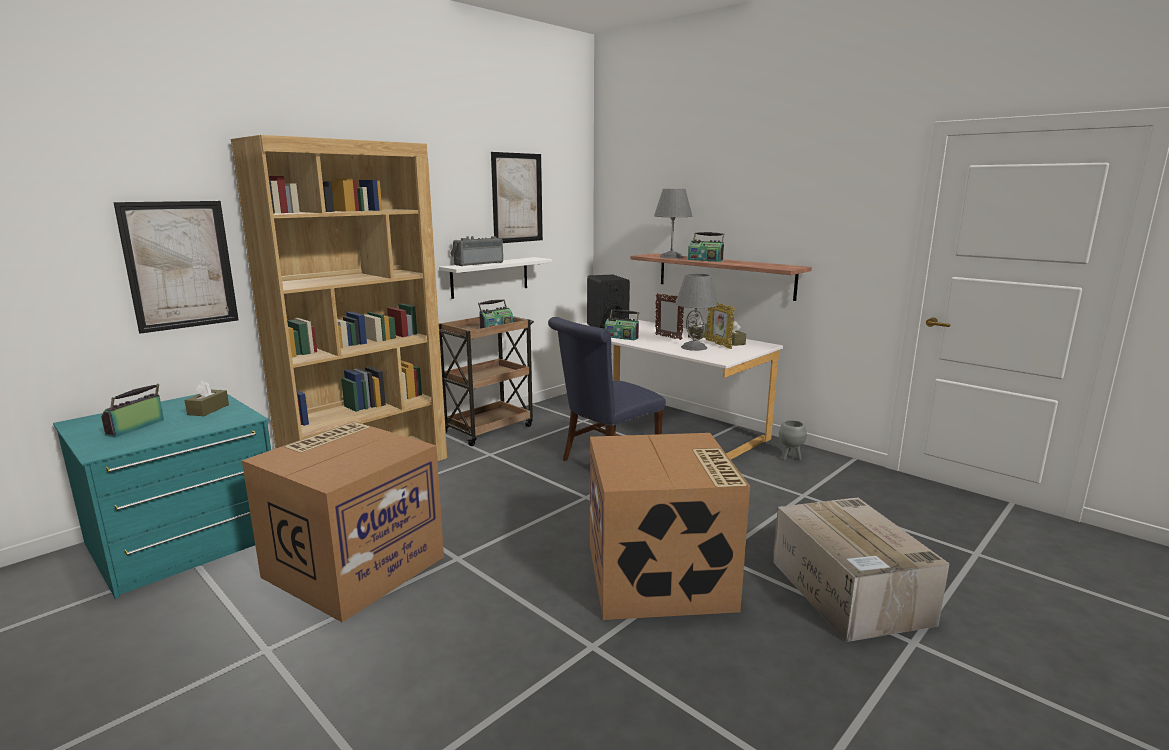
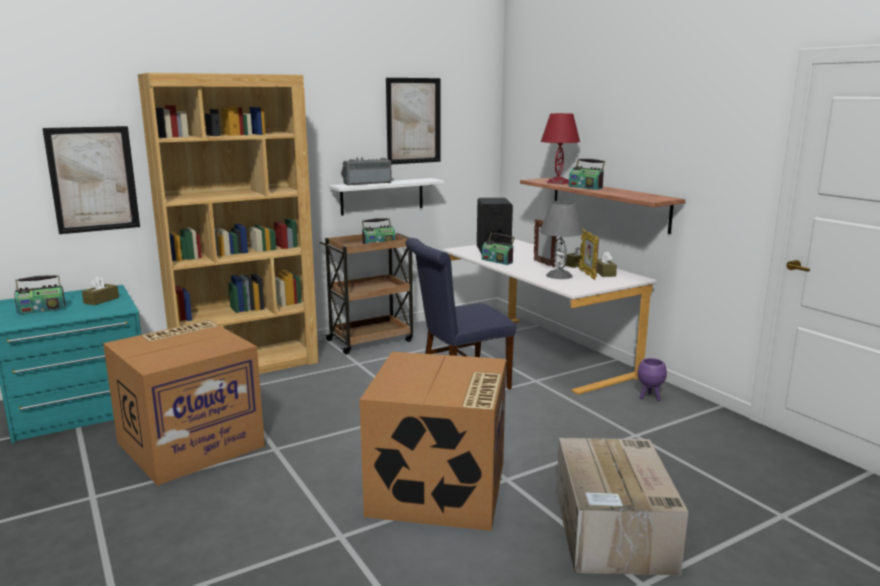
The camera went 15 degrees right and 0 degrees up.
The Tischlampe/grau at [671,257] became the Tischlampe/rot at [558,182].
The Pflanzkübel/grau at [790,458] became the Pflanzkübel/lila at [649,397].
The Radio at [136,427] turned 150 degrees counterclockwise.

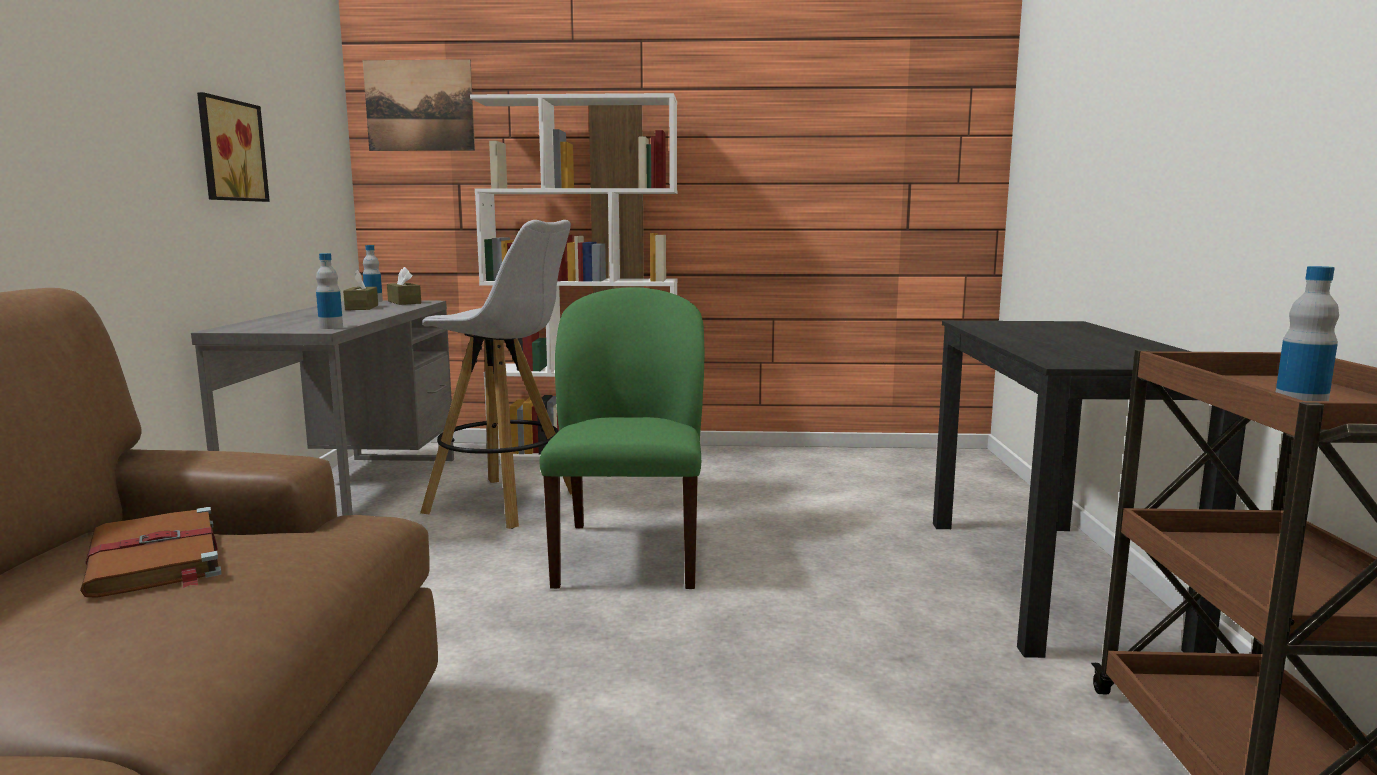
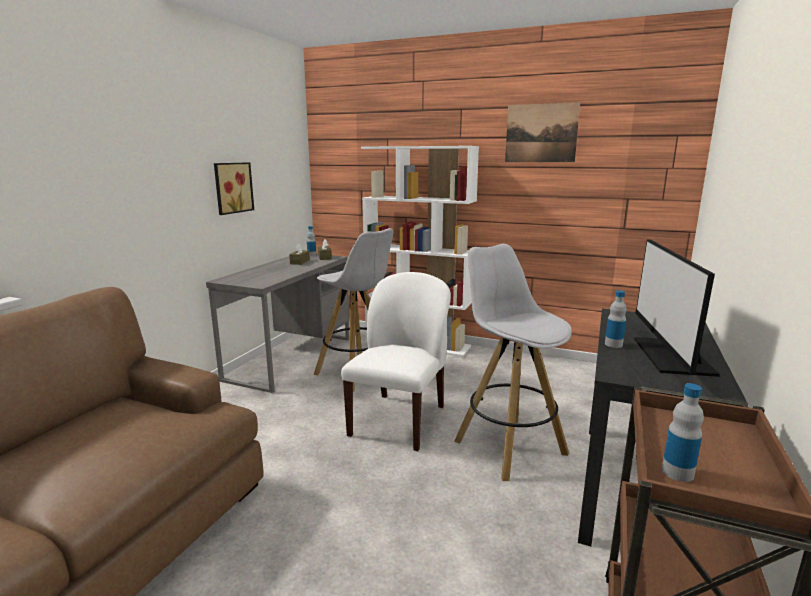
The camera went 20 degrees right and 5 degrees up.
The Buch/braun at [155,559] disappeared.
The Hocker/weiß at [508,446] appeared.
The Monitor at [670,356] appeared.
The Flasche moved from [331,327] to [613,344].
The Bild moved from [419,105] to [541,133].
The Stuhl/grün at [629,553] became the Stuhl/weiß at [399,419].

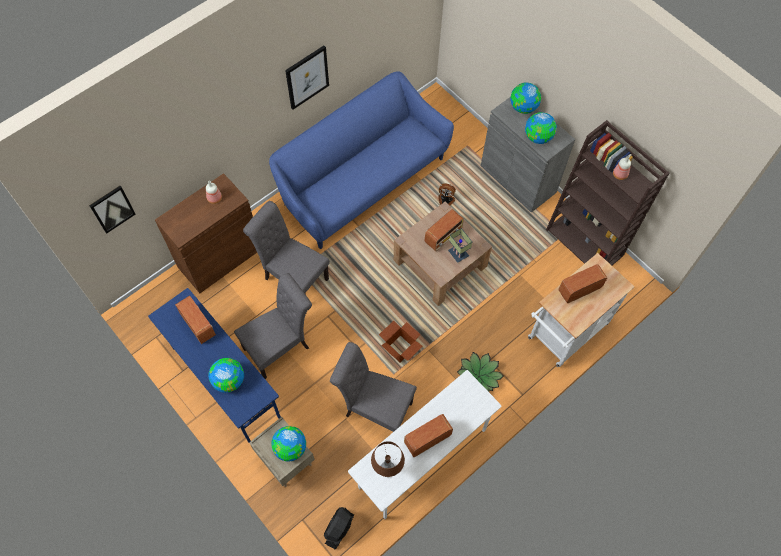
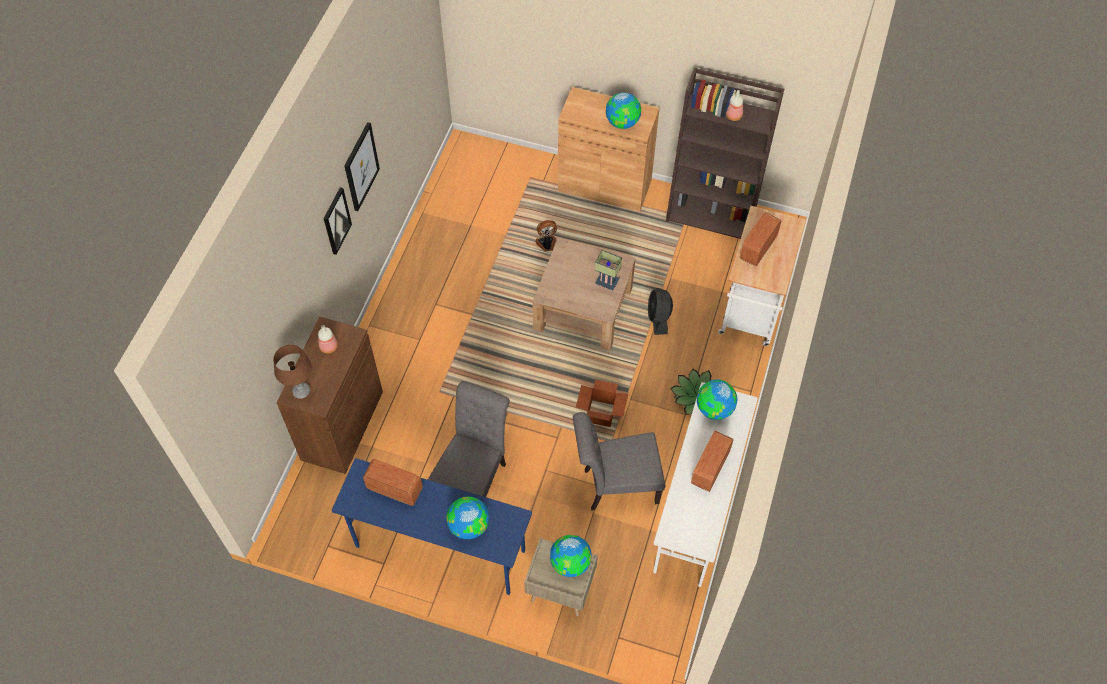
The camera went 30 degrees left and 5 degrees down.
The Stuhl/grau at [293,277] disappeared.
The Sofa/blau at [361,181] disappeared.
The Radio at [443,236] disappeared.
The Bild moved from [112,208] to [336,221].
The Ventilator/schwarz moved from [339,529] to [658,318].
The Tischlampe/braun moved from [387,469] to [301,391].
The Globus moved from [523,107] to [714,409].
The Schrank/grau at [518,179] became the Schrank/braun at [604,185].

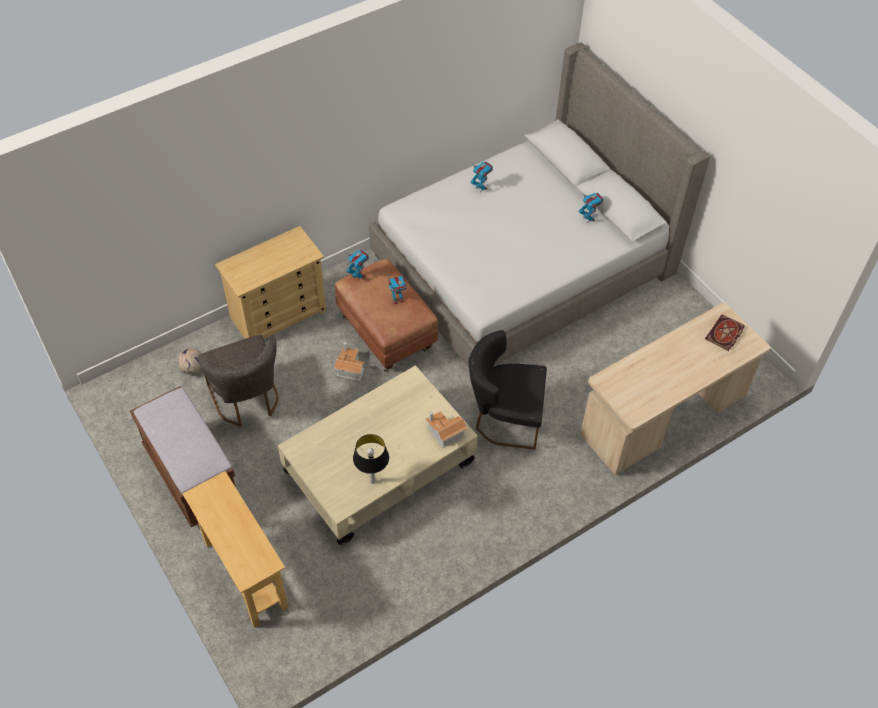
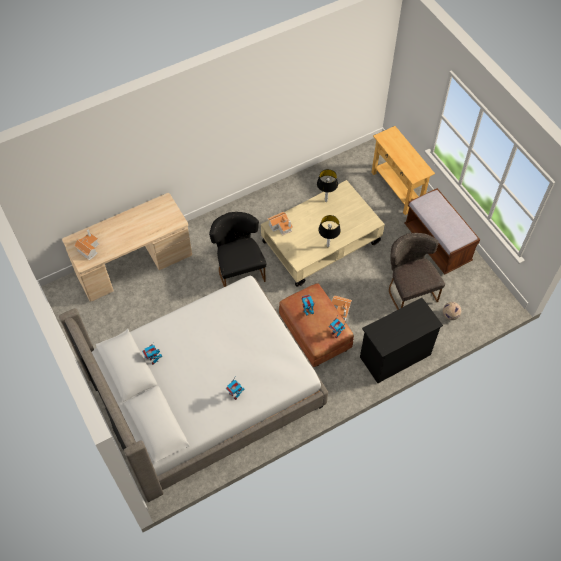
The camera went 175 degrees left and 5 degrees up.
The Tischlampe at [327,246] appeared.
The Buch at [725,334] was replaced by the Spielzeughaus at [88,248].
The Kommode/beige at [279,314] became the Kommode/schwarz at [394,356].
The Stuhl/schwarz at [504,419] turned 120 degrees counterclockwise.

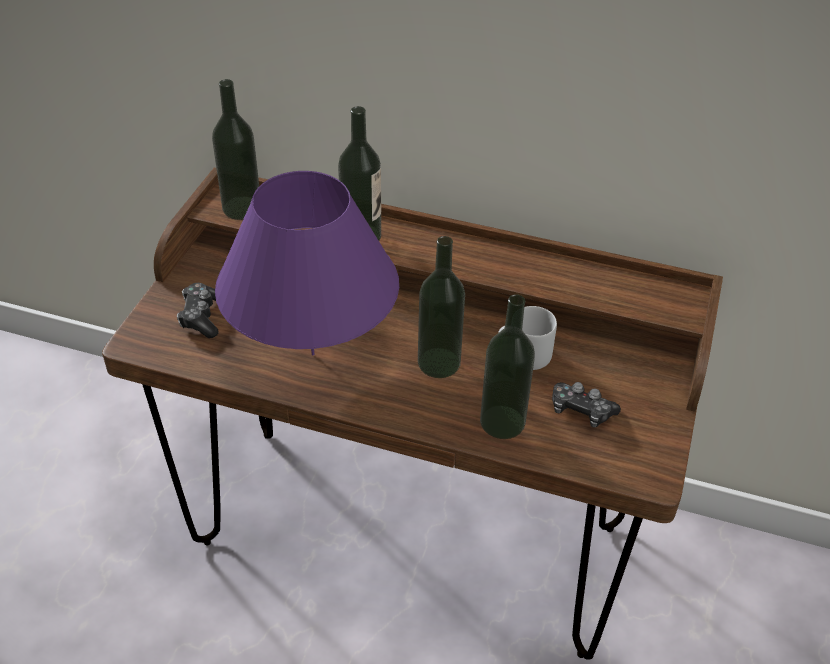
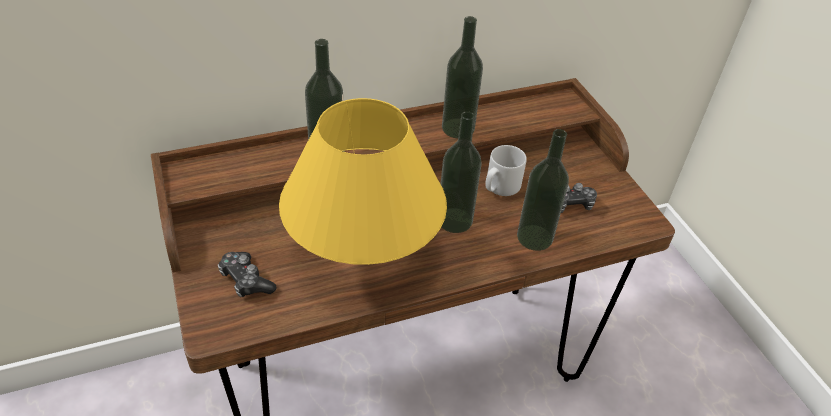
The camera went 40 degrees left and 0 degrees up.
The Flasche moved from [242,208] to [458,128].
The Tischlampe/lila at [313,354] became the Tischlampe/gelb at [363,261].

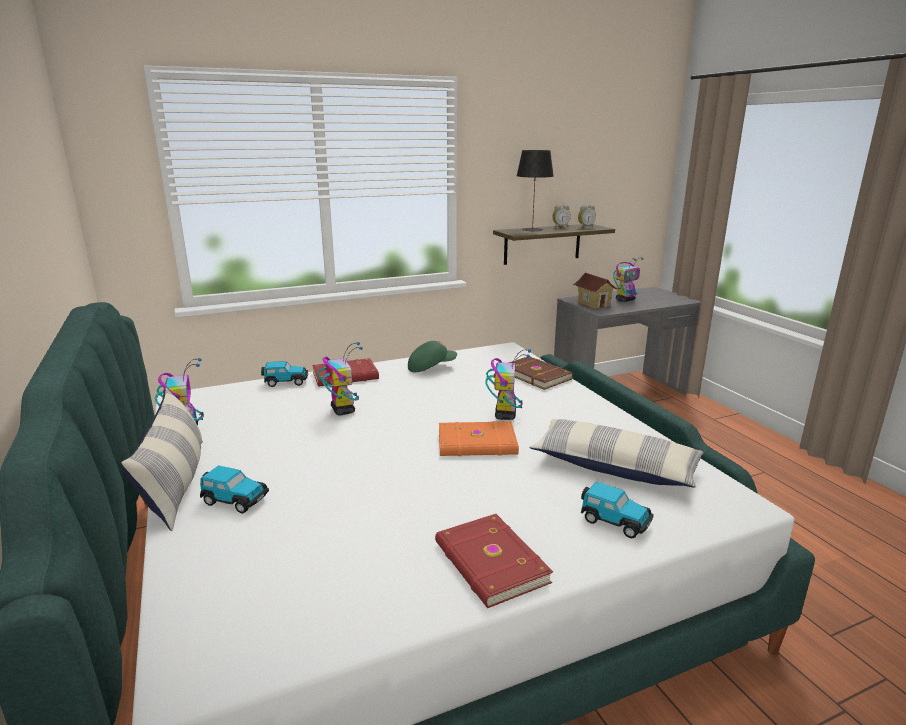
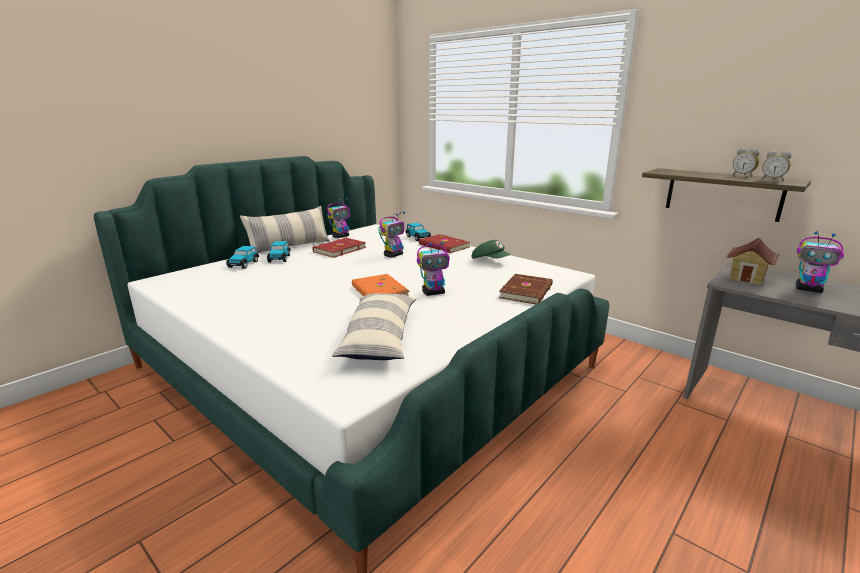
The camera went 65 degrees right and 0 degrees up.
The Tischlampe/schwarz at [532,229] disappeared.
The Buch/rot moved from [489,564] to [339,249].
The Spielzeugauto moved from [614,521] to [244,264].

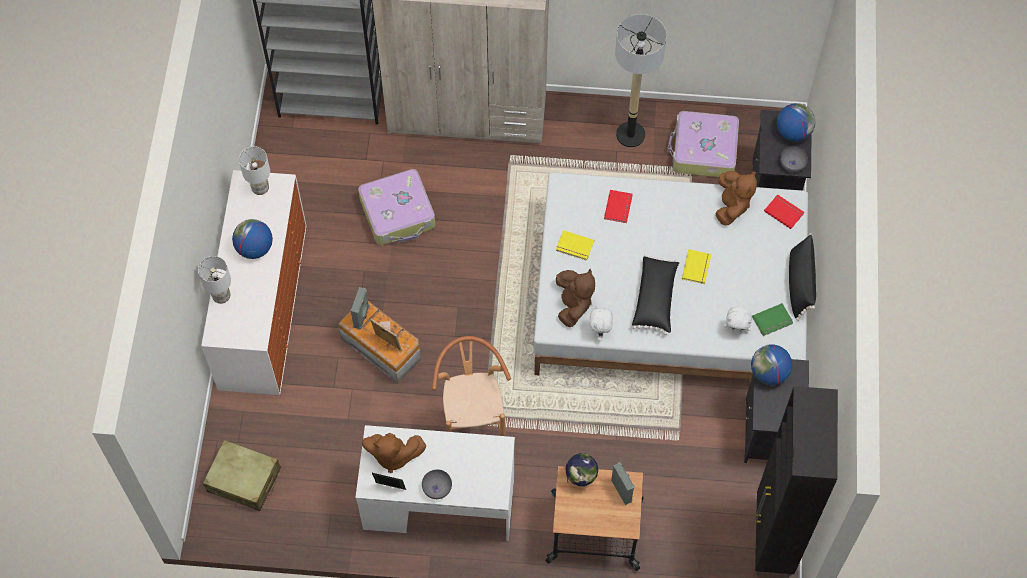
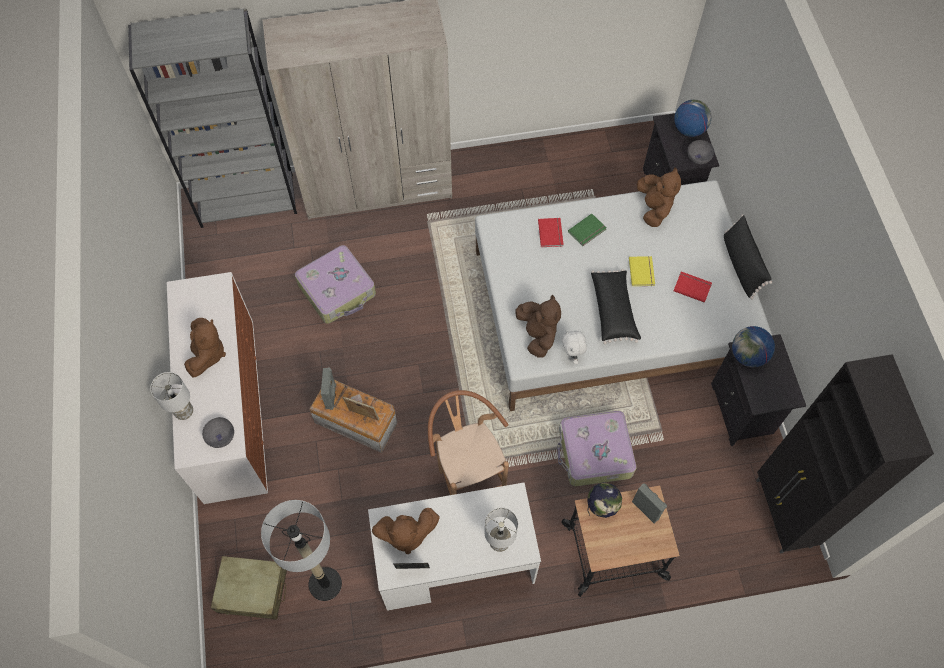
The camera went 15 degrees left and 0 degrees up.
The Buch/gelb at [574,247] disappeared.
The Plüschtier/weiß at [736,330] disappeared.
The Tischlampe/weiß moved from [261,188] to [500,542].
The Schüssel/grau moved from [437,488] to [221,437].
The Stehlampe moved from [630,134] to [325,584].
The Koffer moved from [703,151] to [594,453].
The Buch/grün moved from [773,321] to [587,231].
The Buch/rot moved from [784,211] to [692,286].
The Globus at [254,248] was replaced by the Plüschtier/braun at [207,354].

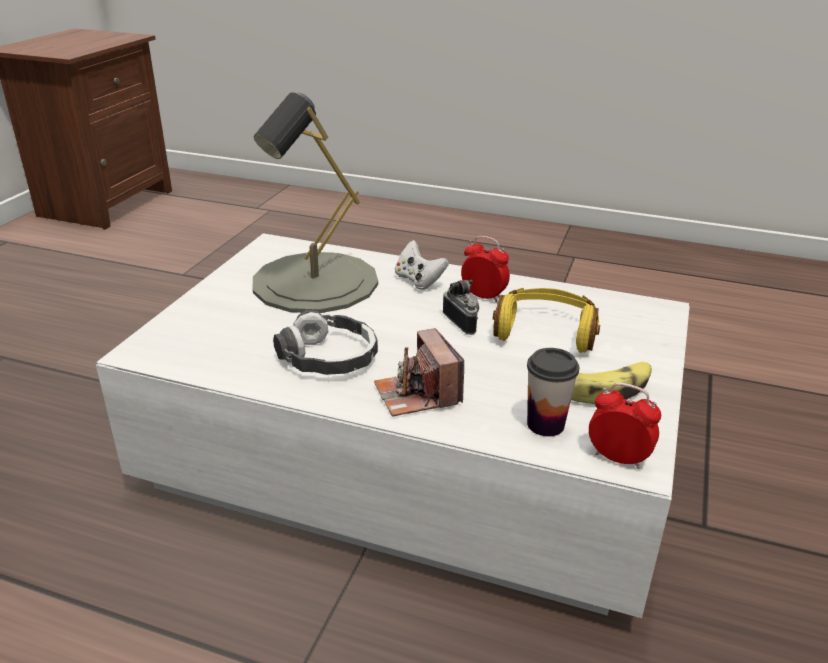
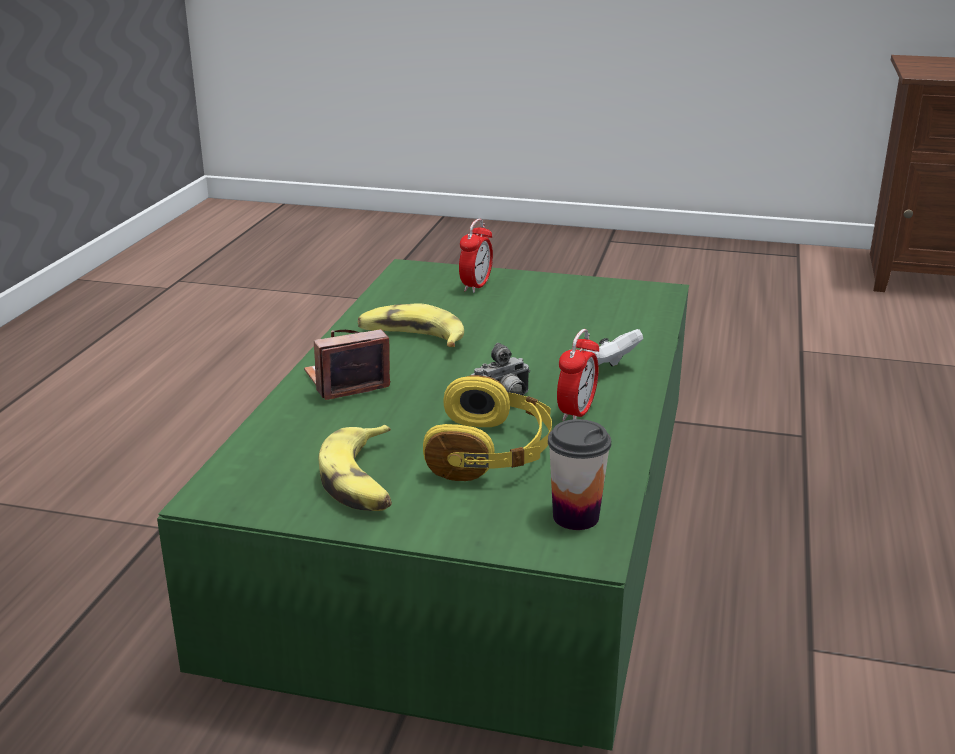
The camera went 85 degrees right and 5 degrees down.
The Tischlampe/grau at [315,282] disappeared.
The Tasse moved from [545,424] to [575,517].
The Wecker moved from [618,458] to [476,286].
The Kopfhörer at [328,357] was replaced by the Banane at [411,338].
The Couchtisch/weiß at [410,456] became the Couchtisch/grün at [477,536].

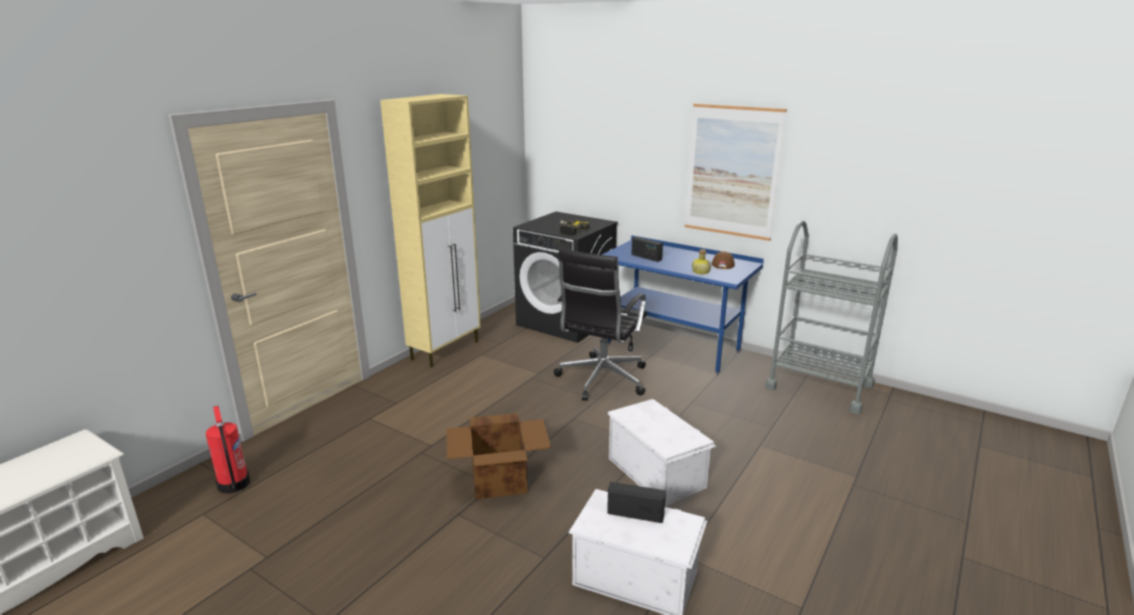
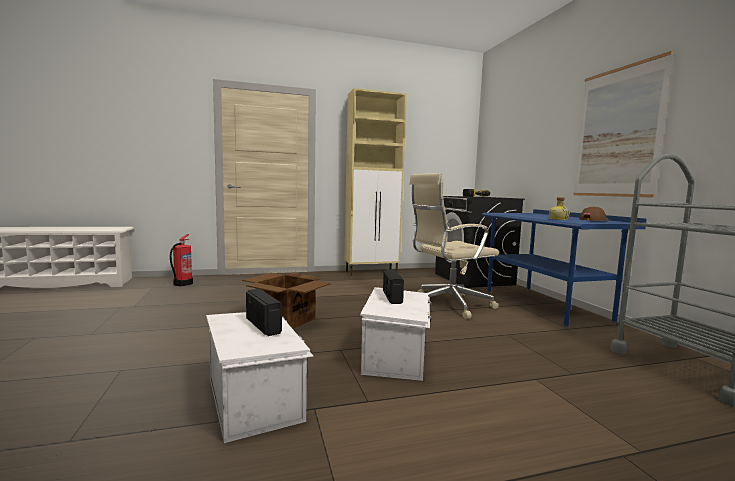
The camera went 40 degrees right and 15 degrees down.
The Radio moved from [646,257] to [392,297].
The Bürostuhl/schwarz at [601,380] became the Bürostuhl/beige at [448,305].

